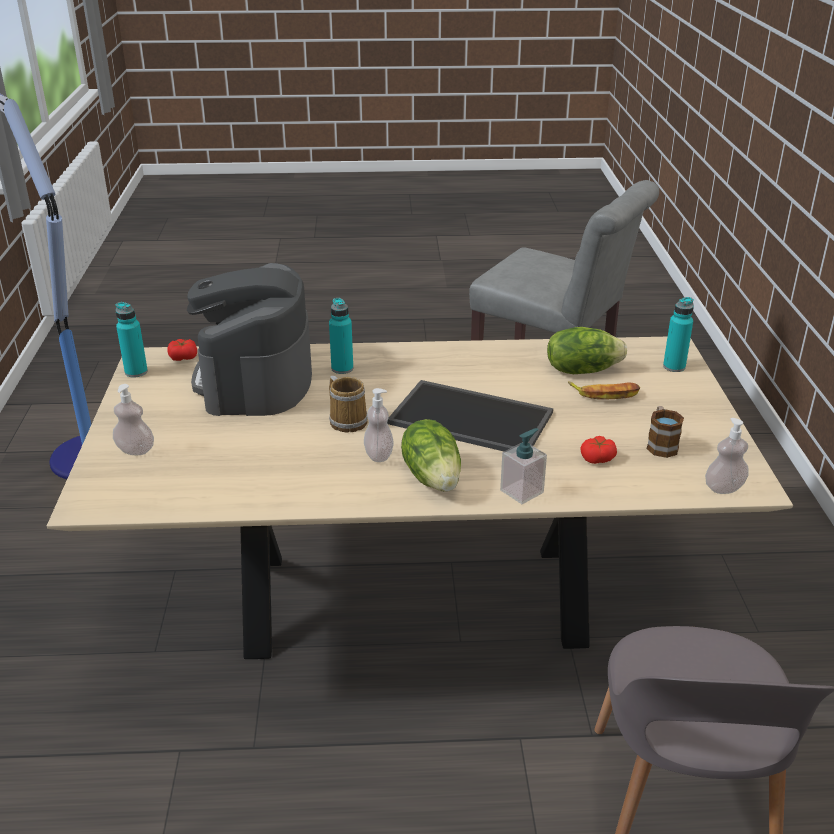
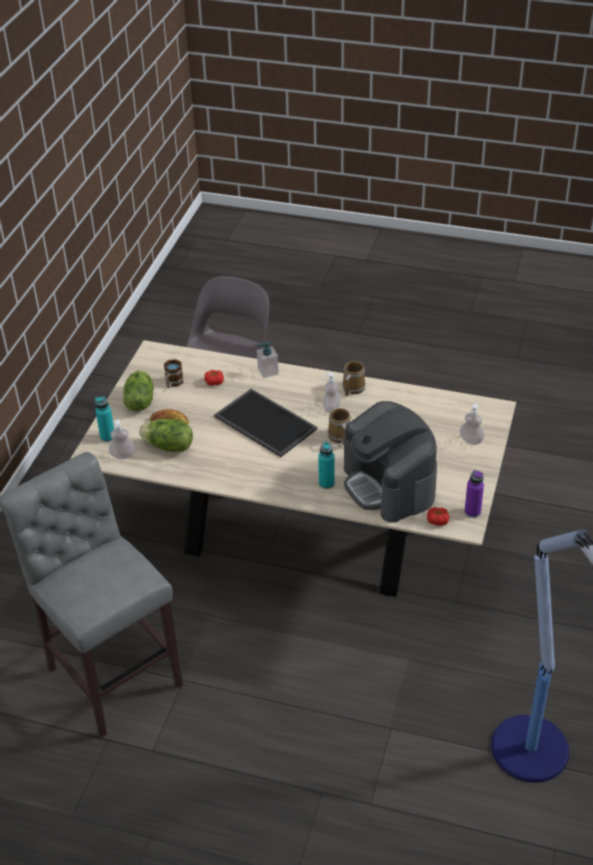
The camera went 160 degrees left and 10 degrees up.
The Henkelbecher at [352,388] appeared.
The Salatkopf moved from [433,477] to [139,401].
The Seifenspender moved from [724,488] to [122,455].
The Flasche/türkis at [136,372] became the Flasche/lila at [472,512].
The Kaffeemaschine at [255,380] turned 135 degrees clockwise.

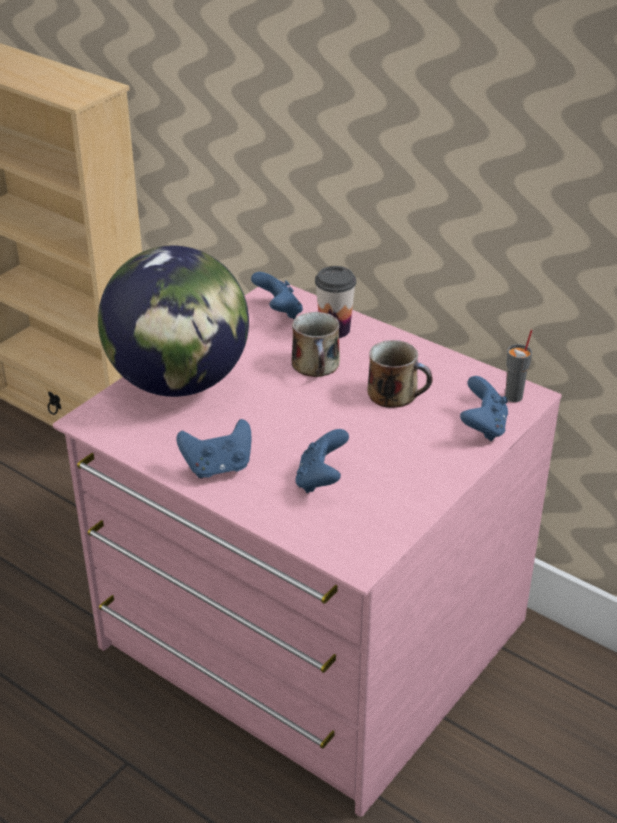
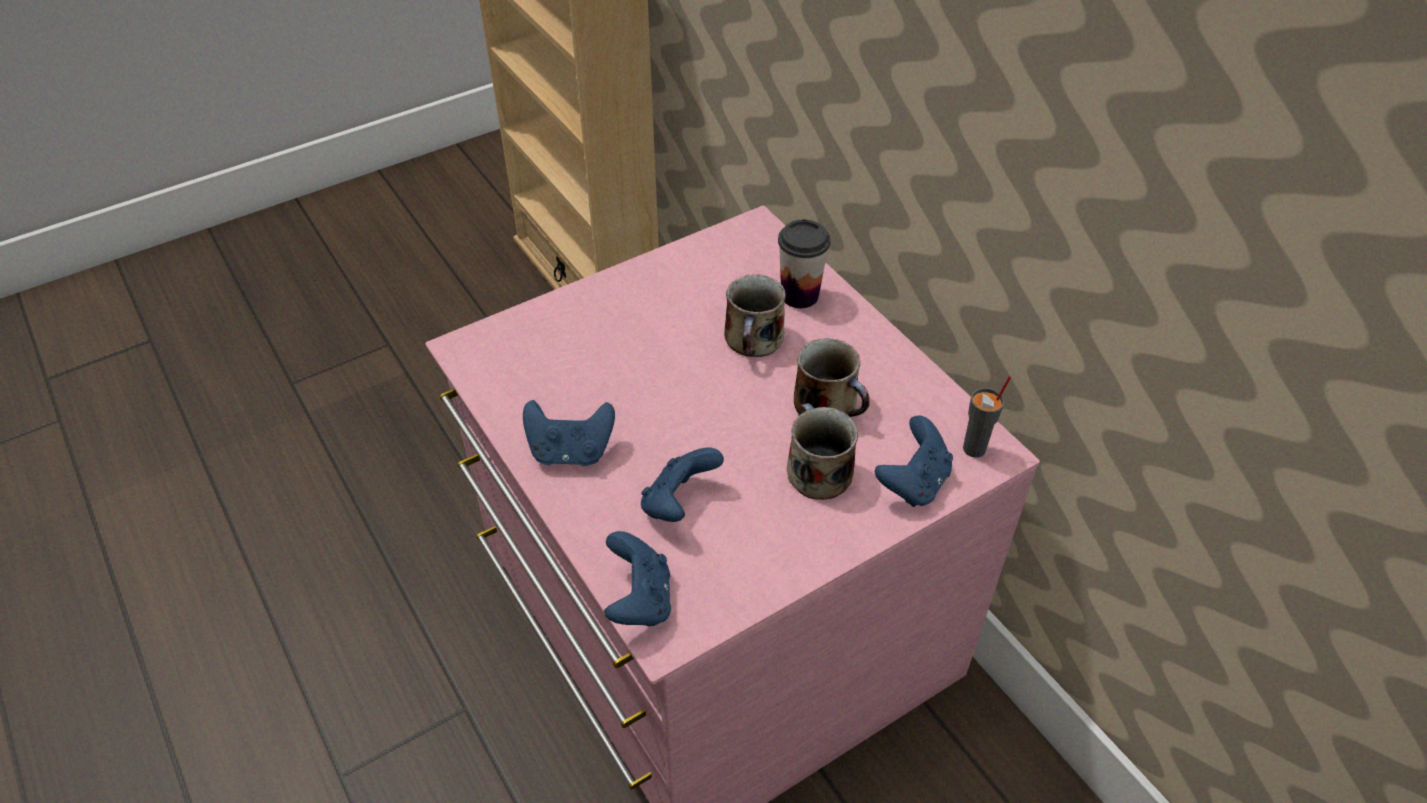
The camera went 20 degrees right and 10 degrees up.
The Globus at [179,382] disappeared.
The Henkelbecher at [817,470] appeared.
The Gamepad/blau moved from [279,312] to [639,600].

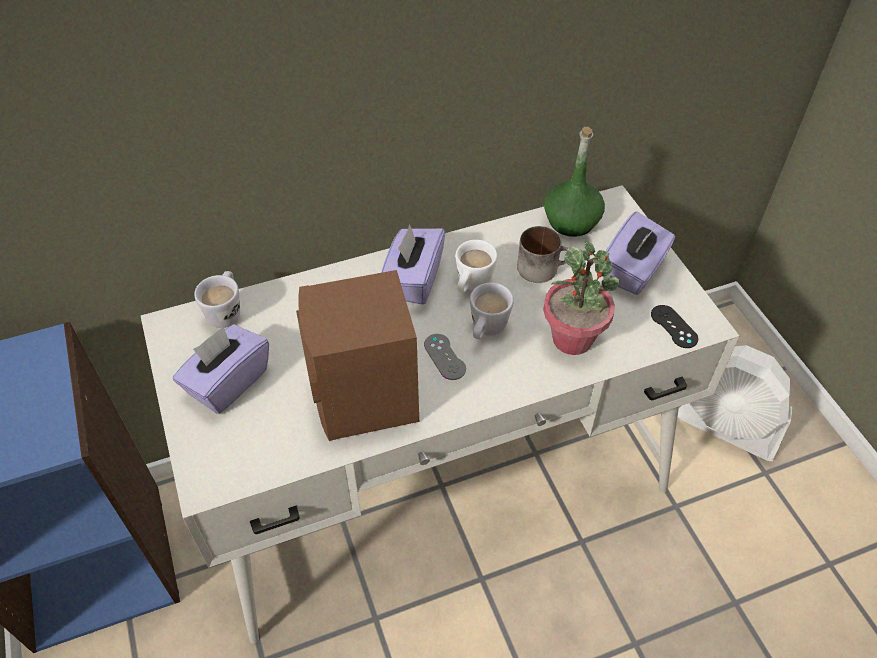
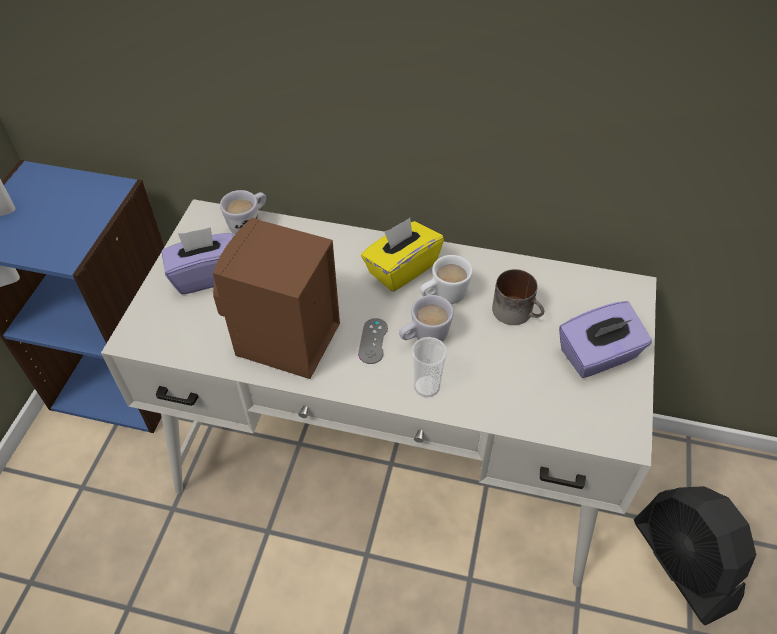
The camera went 35 degrees right and 0 degrees up.
The Topfpflanze at [573,339] disappeared.
The Flasche/grün at [572,221] disappeared.
The Gamepad/schwarz at [674,326] disappeared.
The Tasse at [427,386] appeared.
The Taschentuchbox/lila at [413,280] became the Taschentuchbox/gelb at [401,269].
The Ventilator/weiß at [724,425] became the Ventilator/schwarz at [682,564].

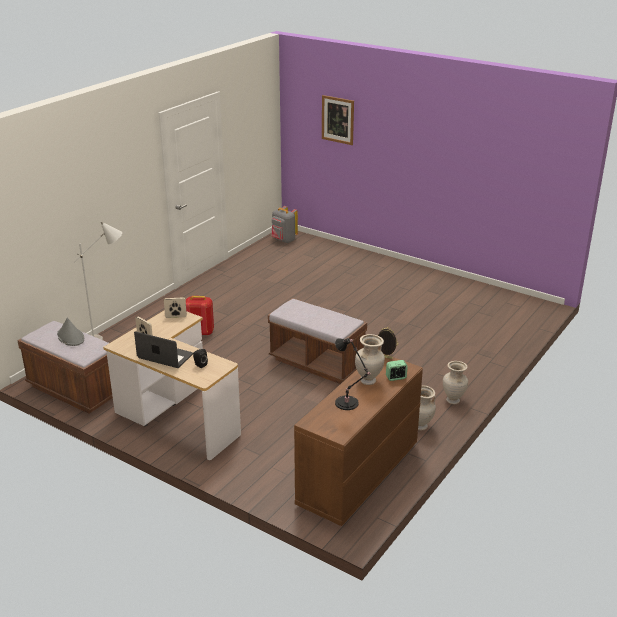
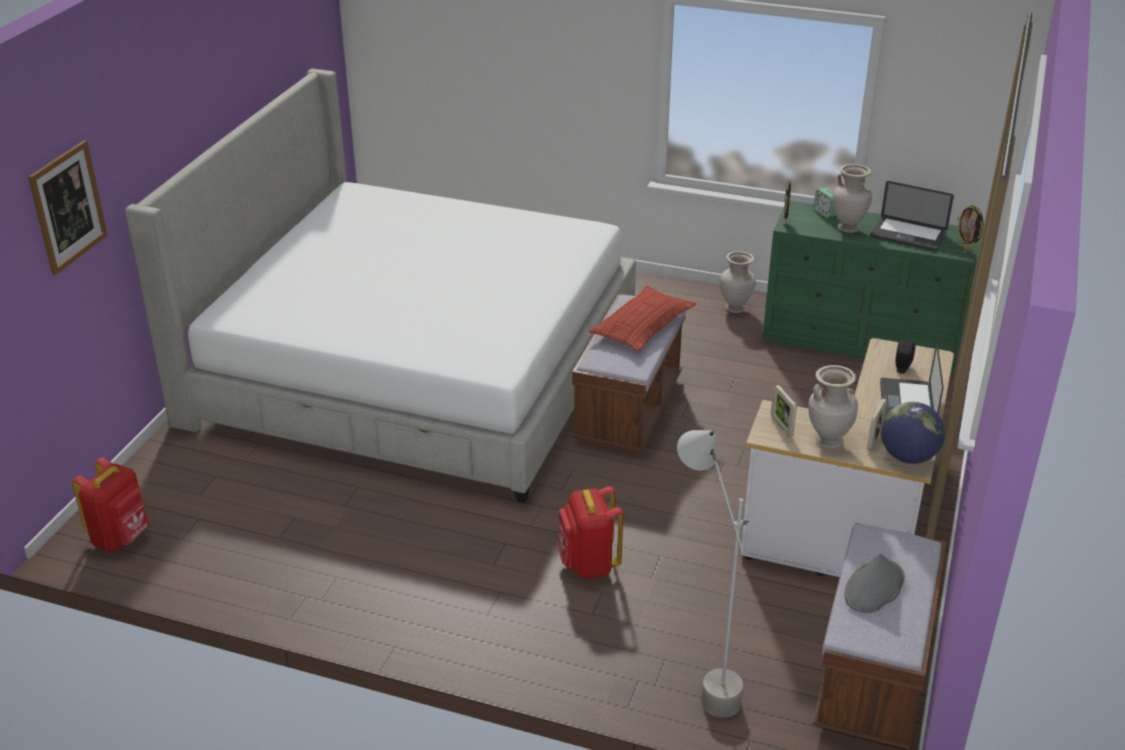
The camera went 105 degrees left and 5 degrees up.
The Bett at [415,368] appeared.
The Kissen at [642,325] appeared.
The Globus at [908,457] appeared.
The Bilderrahmen at [966,249] appeared.
The Vase/beige moved from [453,400] to [828,441].
The Tischlampe/schwarz at [348,404] was replaced by the Laptop at [908,235].
The Rucksack/grau at [283,240] became the Rucksack/rot at [121,538].
The Kommode/braun at [357,475] became the Kommode/grün at [864,341].

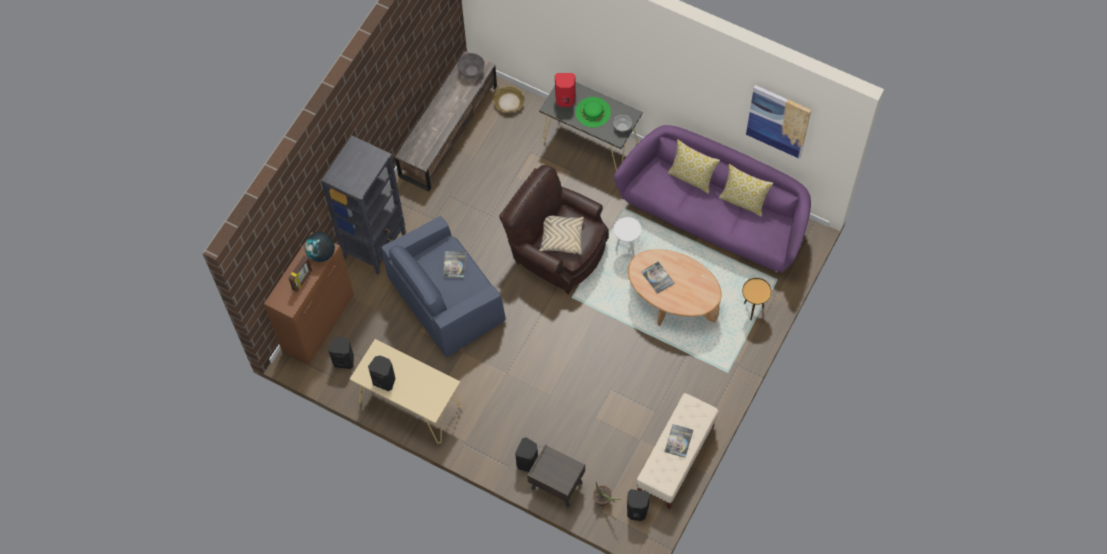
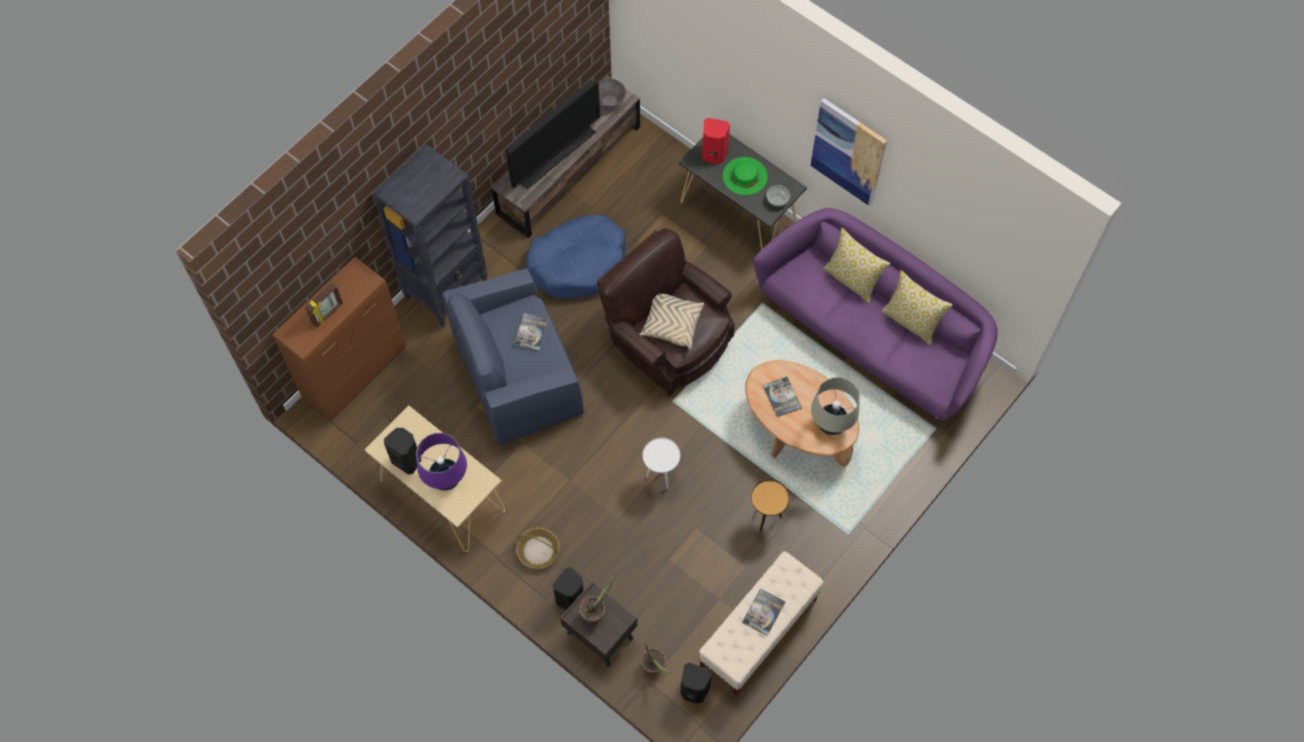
The camera went 10 degrees right and 0 degrees up.
The Globus at [321,253] disappeared.
The Lautsprecher/schwarz at [344,360] disappeared.
The Tischlampe/lila at [446,479] appeared.
The Fernseher at [556,155] appeared.
The Hundebett/blau at [578,263] appeared.
The Topfpflanze at [596,612] appeared.
The Tischlampe/beige at [831,425] appeared.
The Korb moved from [508,102] to [538,551].
The Beistelltisch/weiß moved from [626,249] to [661,477].
The Beistelltisch/braun moved from [752,310] to [766,518].
The Bild moved from [778,121] to [848,151].

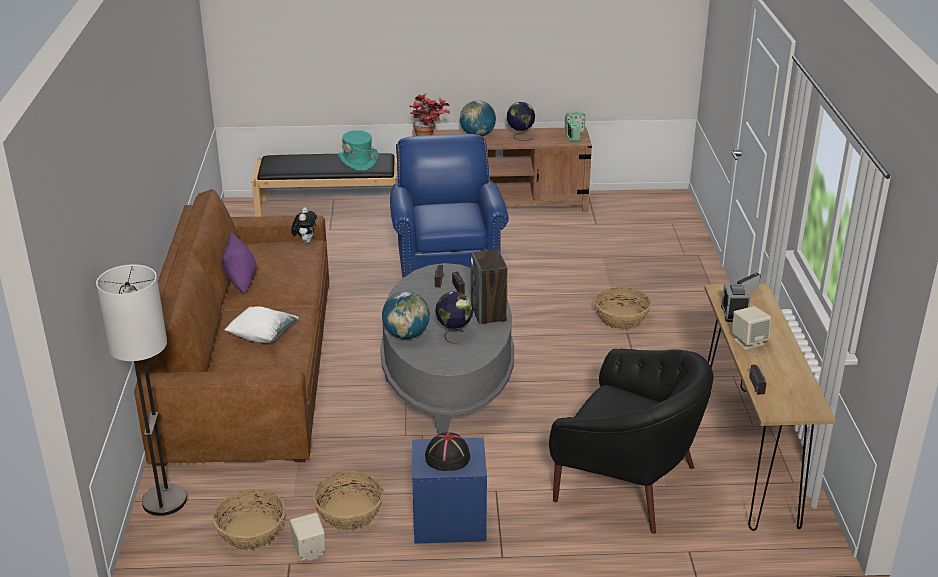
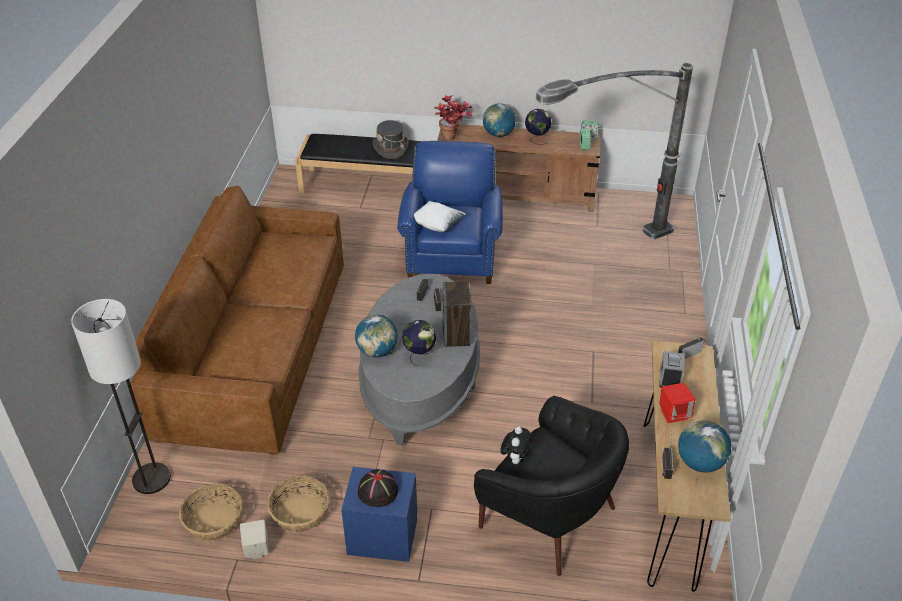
The camera went 10 degrees right and 10 degrees up.
The Kissen/lila at [241,281] disappeared.
The Korb at [621,318] disappeared.
The Stehlampe at [600,252] appeared.
The Globus at [700,463] appeared.
The Kissen/weiß moved from [262,336] to [437,225].
The Plüschtier moved from [305,241] to [515,458].
The Hut/türkis at [358,161] became the Hut/grau at [391,148].
The Lautsprecher/beige at [748,342] became the Lautsprecher/rot at [674,414].

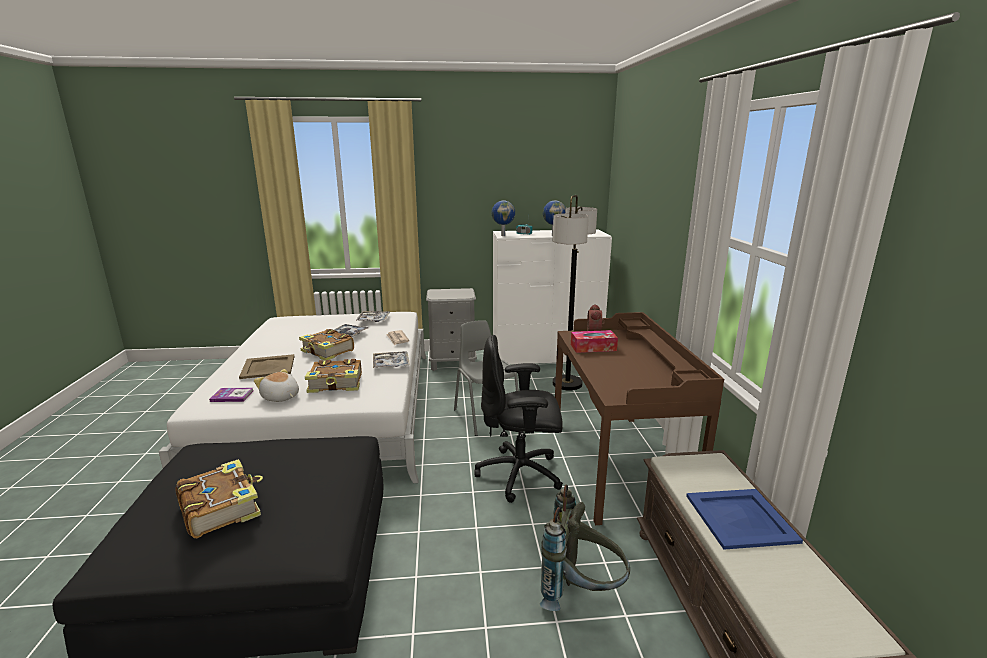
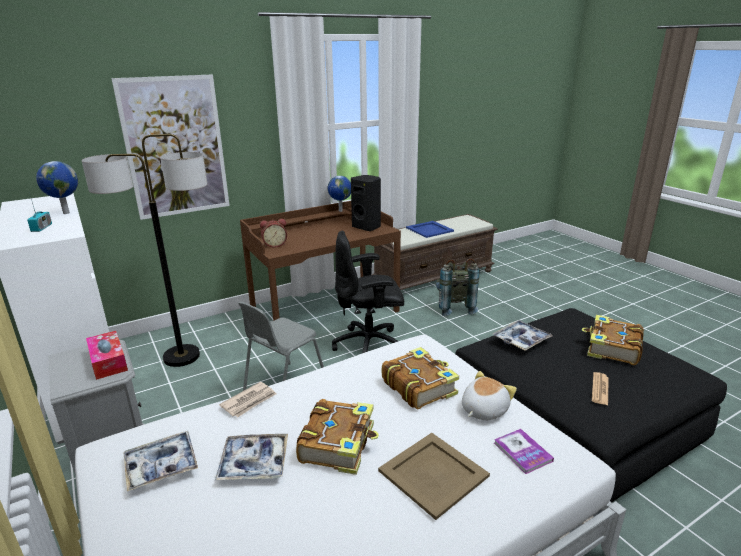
The camera went 115 degrees left and 5 degrees up.
The Bild at [175,147] appeared.
The Lautsprecher/schwarz at [367,227] appeared.
The Zeitung at [600,389] appeared.
The Tablett moved from [391,364] to [521,340].
The Globus moved from [503,235] to [340,211].
The Taschentuchbox moved from [593,347] to [108,361].
The Plüschtier at [280,397] turned 150 degrees counterclockwise.
The Bürostuhl/schwarz at [521,474] turned 105 degrees clockwise.

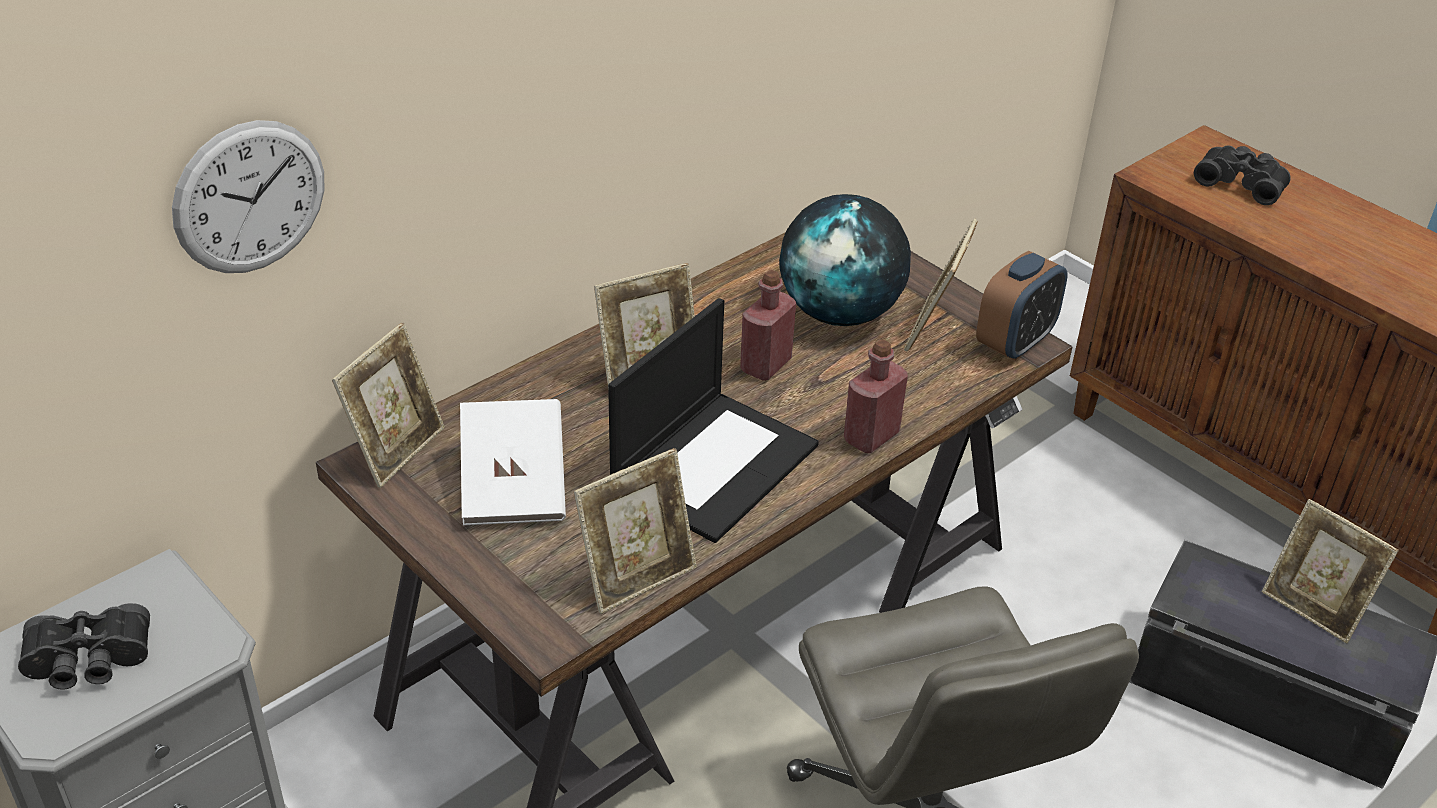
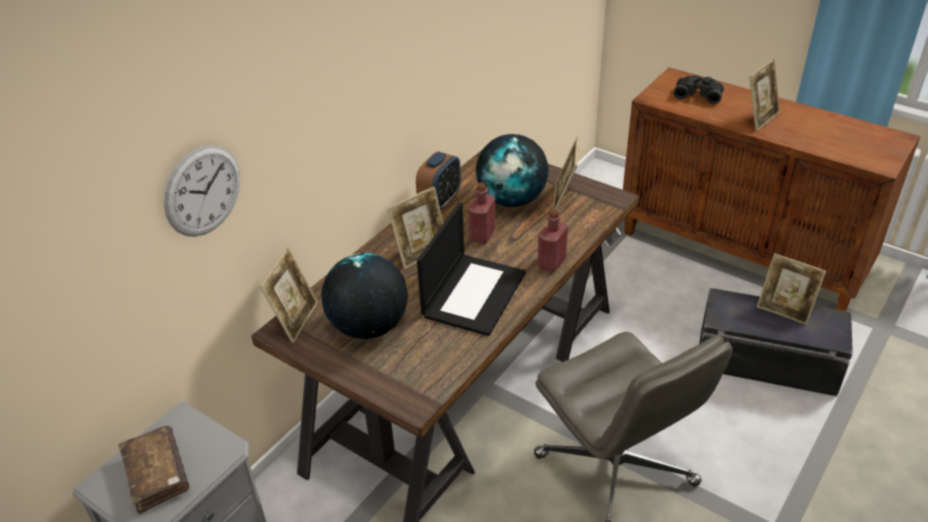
The camera went 10 degrees left and 0 degrees up.
The Bilderrahmen moved from [637,577] to [760,118].
The Wecker moved from [1015,342] to [440,201].
The Fernglas/schwarz at [88,663] was replaced by the Buch/braun at [157,475].
The Buch/weiß at [514,486] was replaced by the Globus at [368,327].

